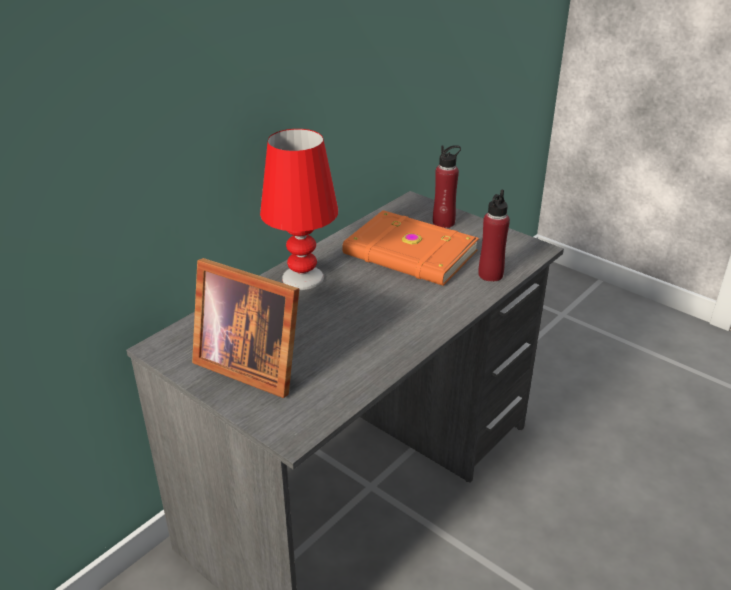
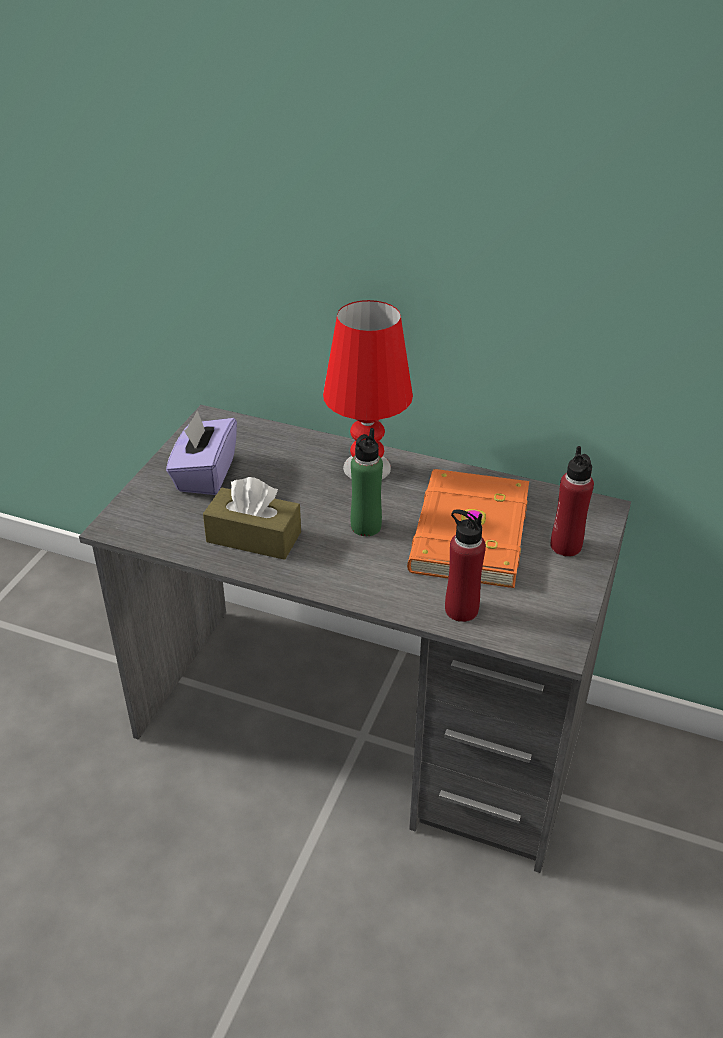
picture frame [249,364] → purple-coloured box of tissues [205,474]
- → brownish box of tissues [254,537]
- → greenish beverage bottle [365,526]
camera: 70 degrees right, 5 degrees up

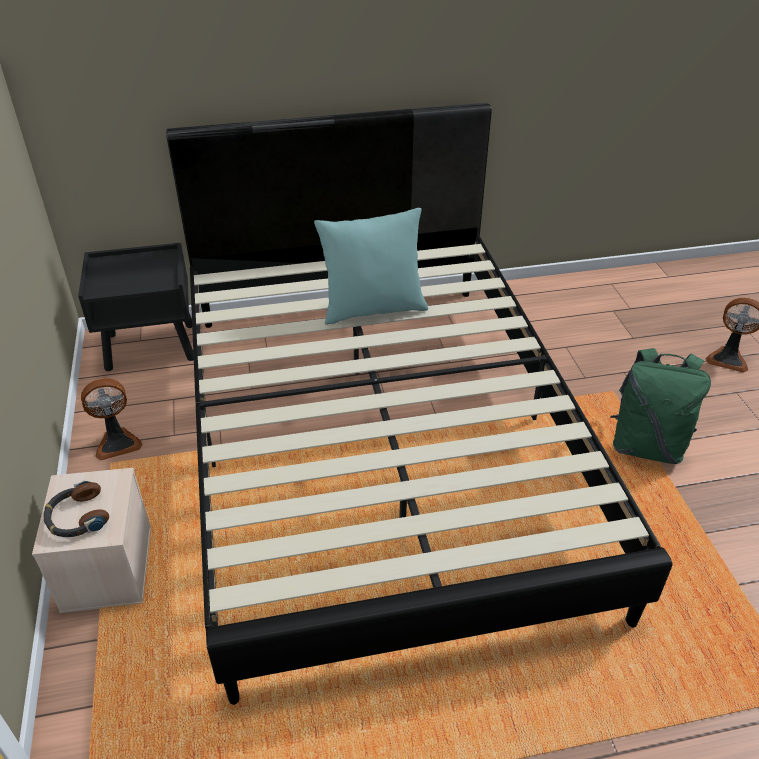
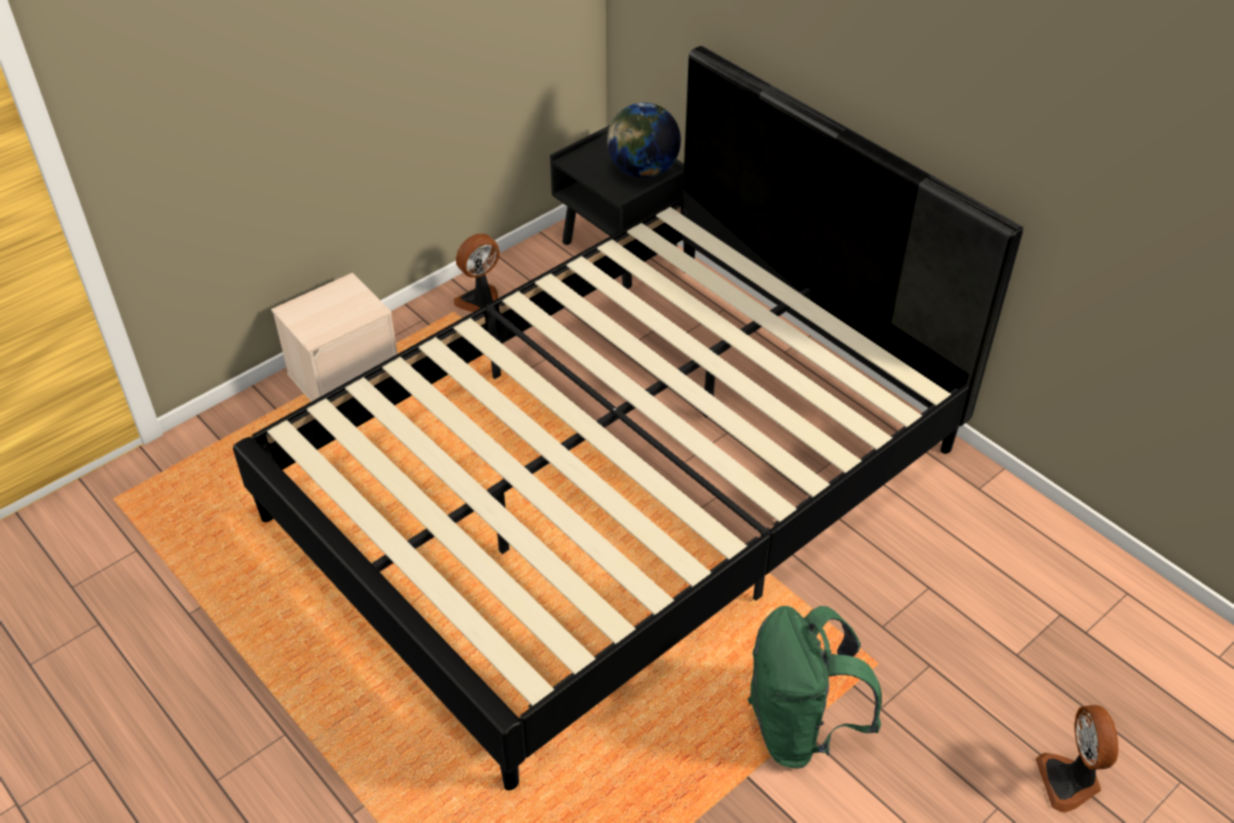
cooling fan [117,442] → cooling fan [481,302], 105 degrees clockwise
- → desk globe [643,171]
headset [77,517] → -
blue-green pillow [373,309] → -
camera: 60 degrees right, 5 degrees up

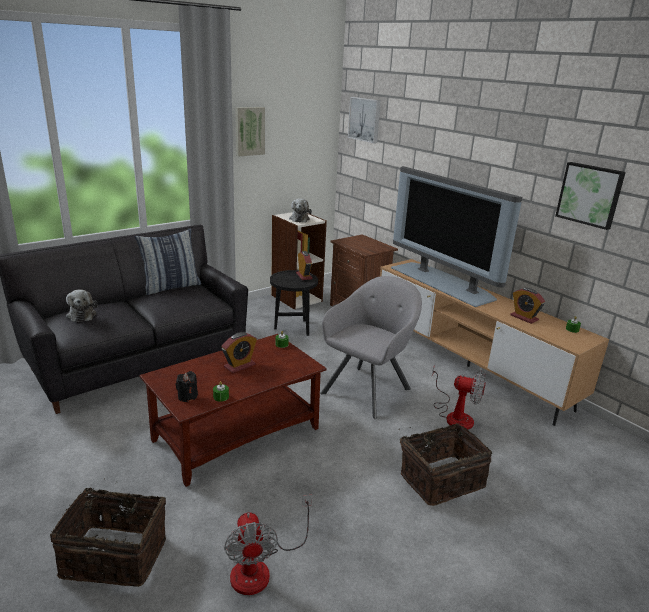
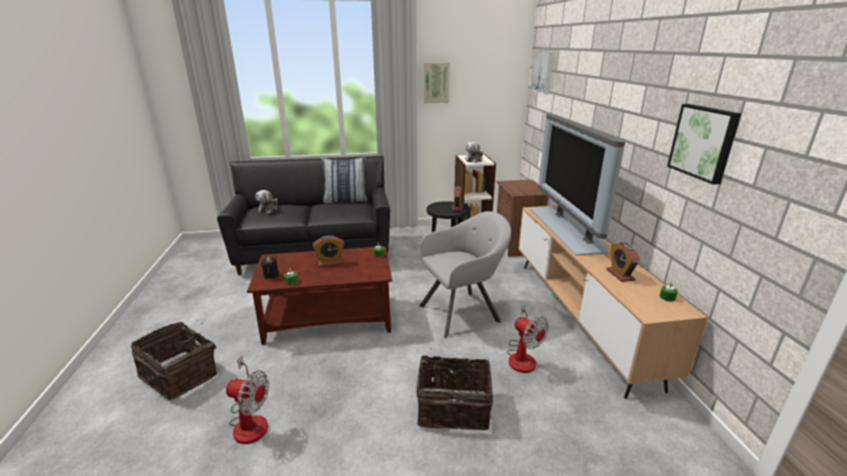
cooling fan [261,567] → cooling fan [250,420], 90 degrees counterclockwise
camera: 30 degrees right, 0 degrees up

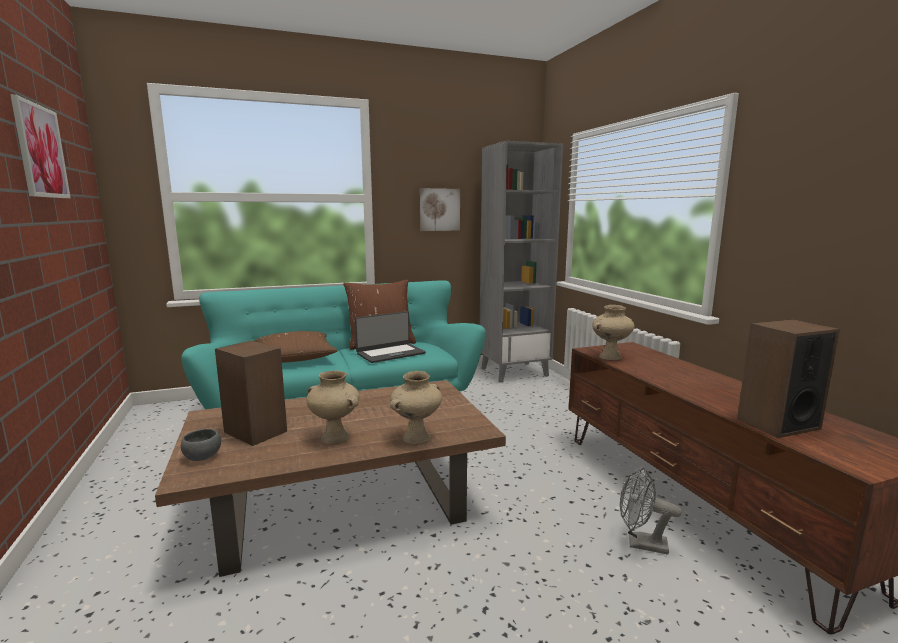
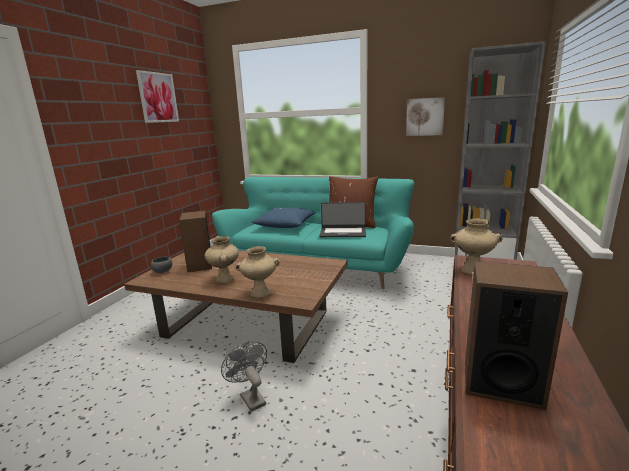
grey cooling fan [641,544] → grey cooling fan [250,397], moved
brownish pillow [295,358] → blue pillow [285,225]
camera: 40 degrees right, 5 degrees up

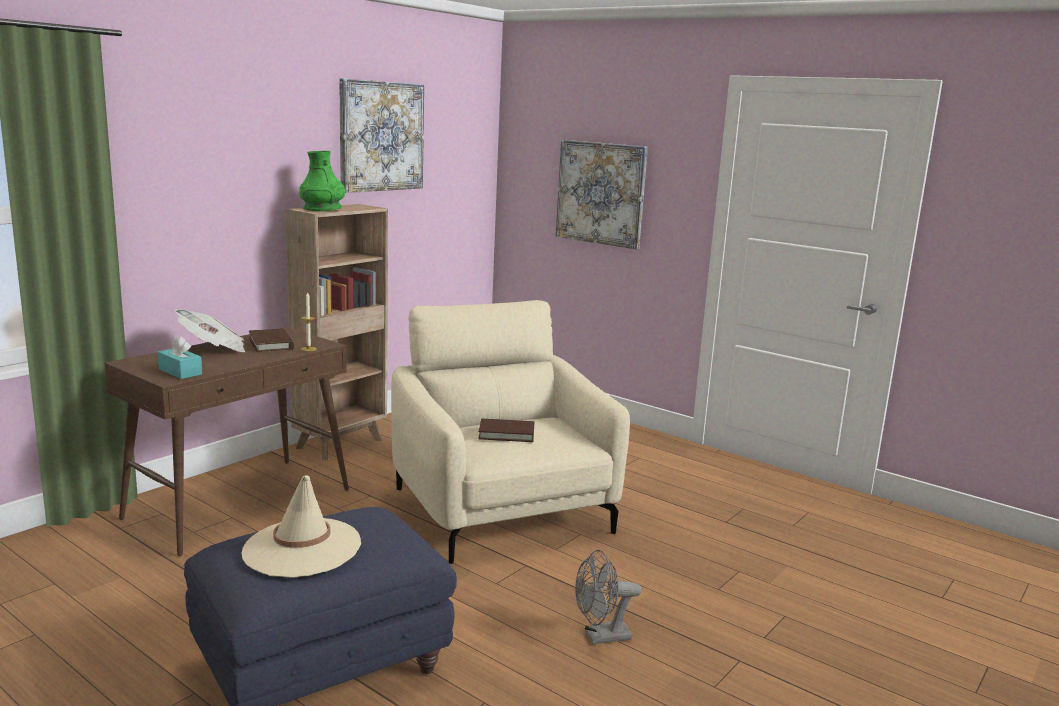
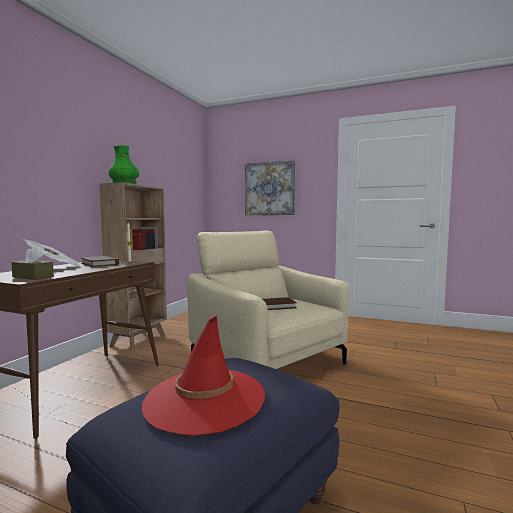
blue-green box of tissues [180,372] → brownish box of tissues [33,277]
sand-coloured wearable hat [302,548] → red-coloured wearable hat [204,399]
picture [381,136] → -
grey cooling fan [601,637] → -
camera: 15 degrees left, 10 degrees down

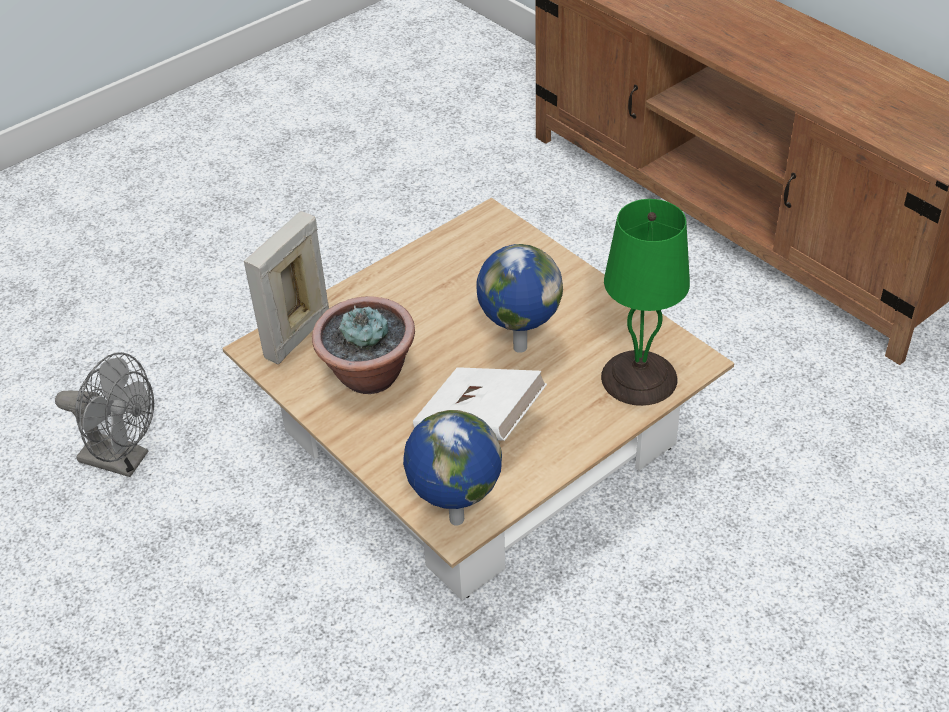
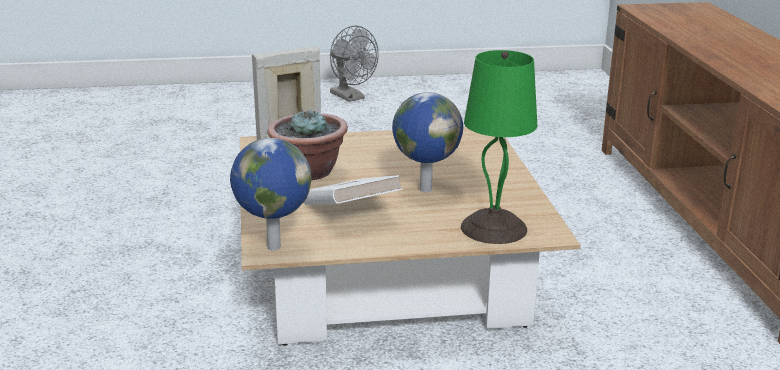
grey cooling fan [124,460] → grey cooling fan [351,97], moved
camera: 30 degrees right, 20 degrees down

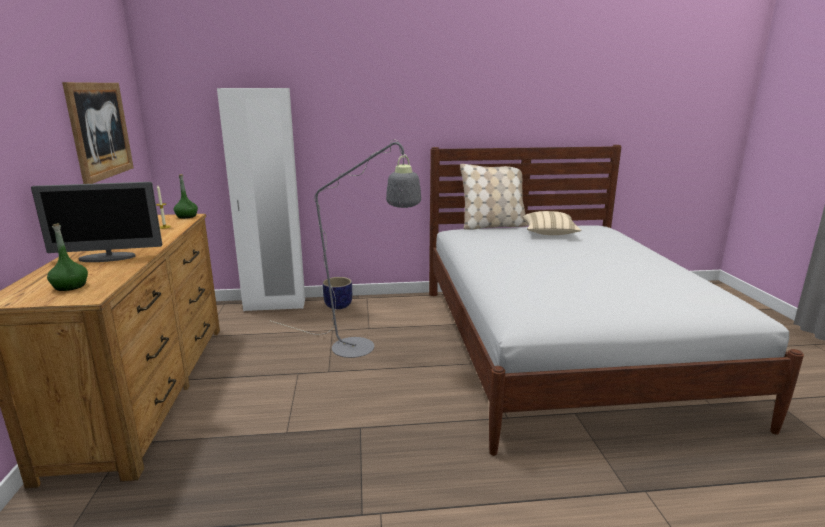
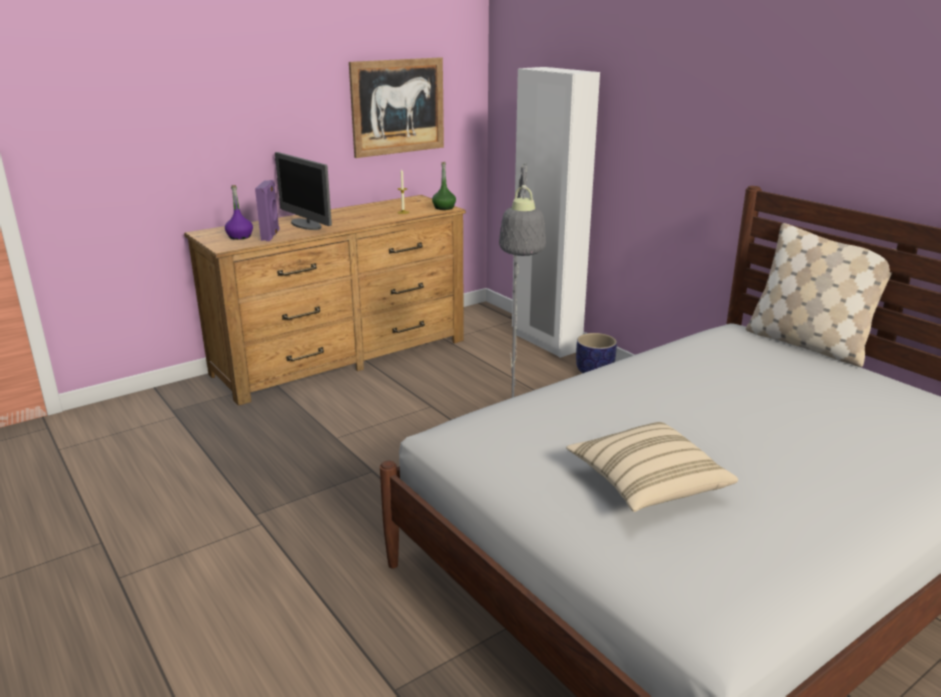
greenish beverage bottle [70,286] → purple-coloured beverage bottle [240,237]
- → purple-coloured audio speaker [271,235]
sand-coloured pillow [549,233] → sand-coloured pillow [646,485], moved
camera: 60 degrees right, 5 degrees up

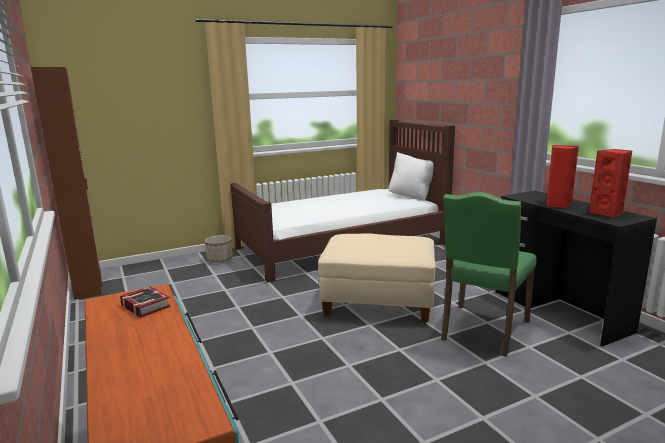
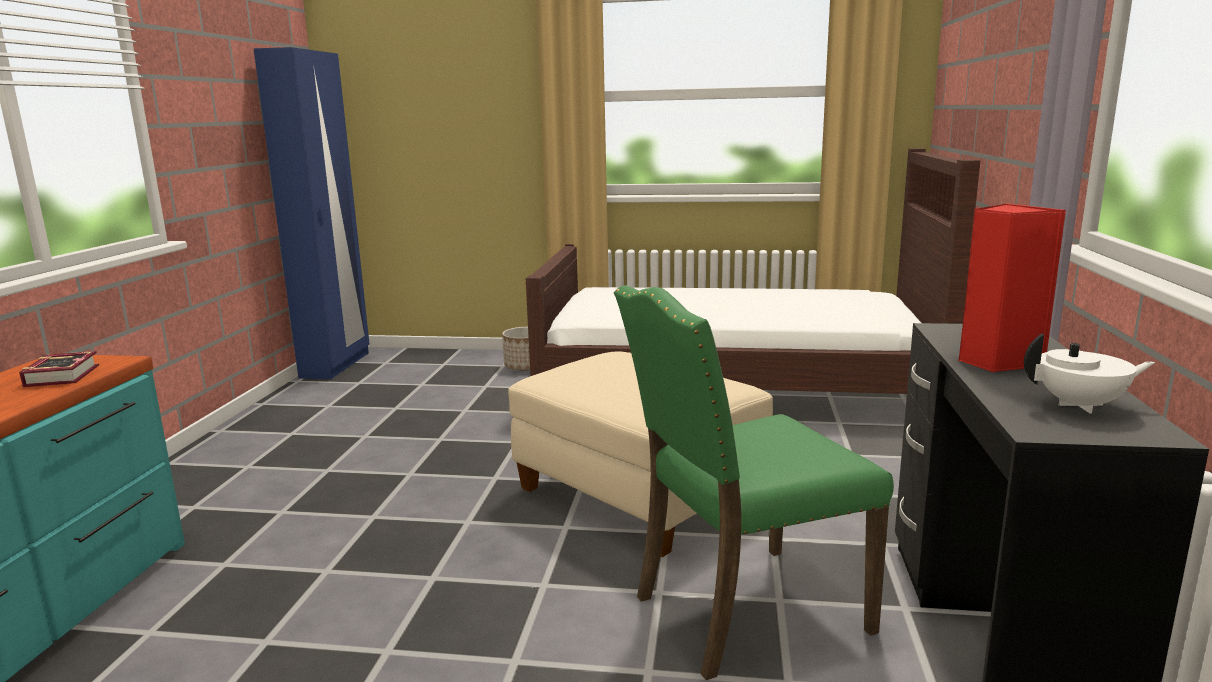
brownish clothes cupboard [88,286] → blue clothes cupboard [336,365]
red-coloured audio speaker [608,213] → white teapot [1081,405]
white pillow [411,197] → -
camera: 35 degrees right, 0 degrees up

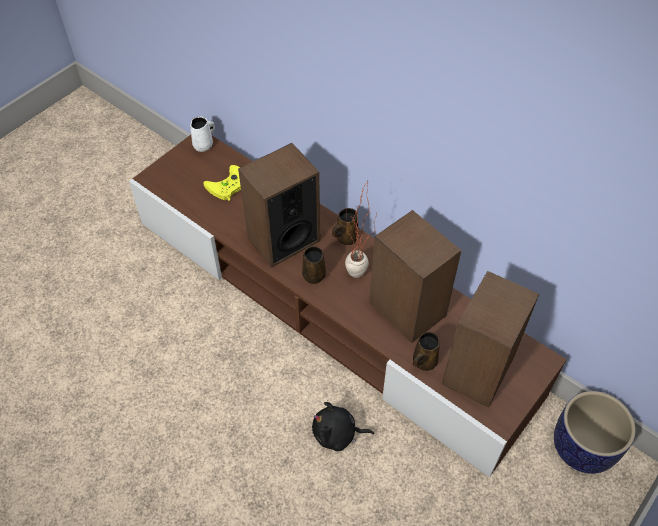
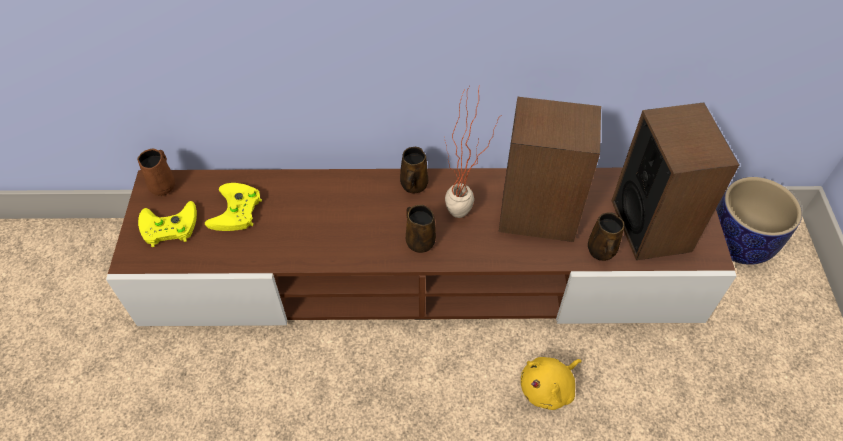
white tea mug [204,145] → brownish tea mug [163,185]
- → yellowish joypad [167,228]
black-coloured cuddly toy [337,434] → yellowish cuddly toy [548,388]
audio speaker [283,239] → -
camera: 40 degrees left, 0 degrees up

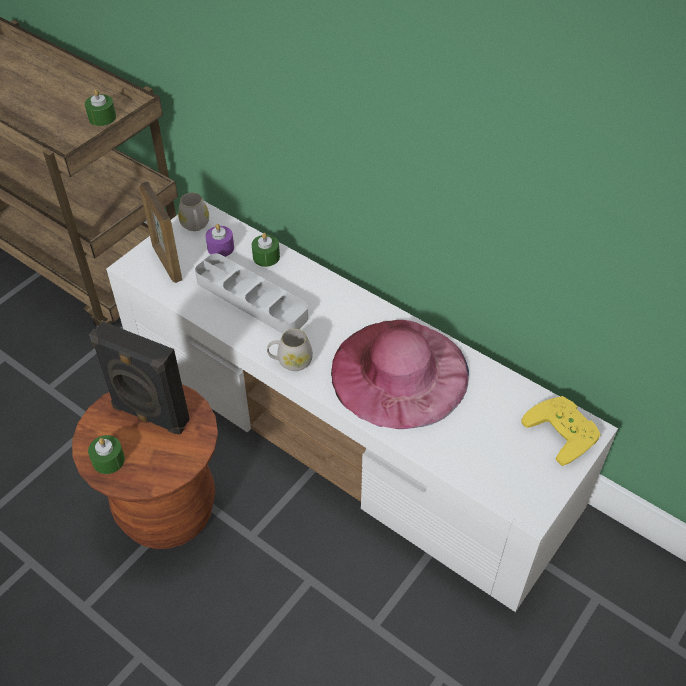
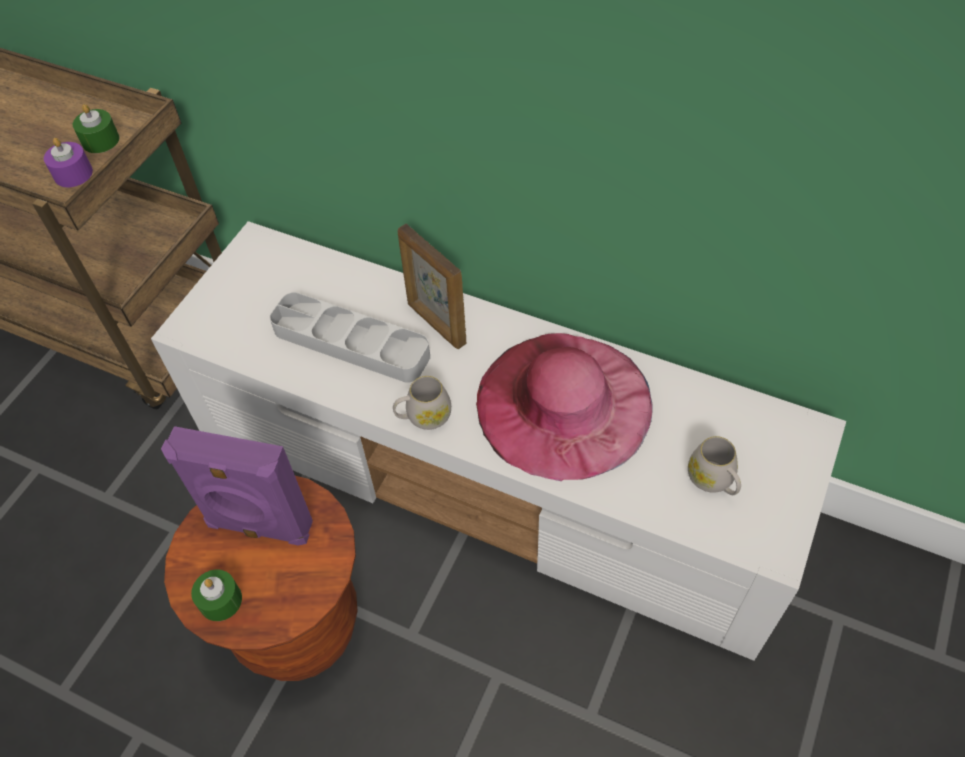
purple-coloured candle [220,248] → purple-coloured candle [73,174], moved
black-coloured audio speaker [149,415] → purple-coloured audio speaker [258,526]
picture frame [167,263] → picture frame [436,324], moved
white tea mug [196,226] → white tea mug [713,481], moved
greenish candle [266,257] → -
yellowish joypad [565,431] → -
camera: 10 degrees left, 5 degrees up

